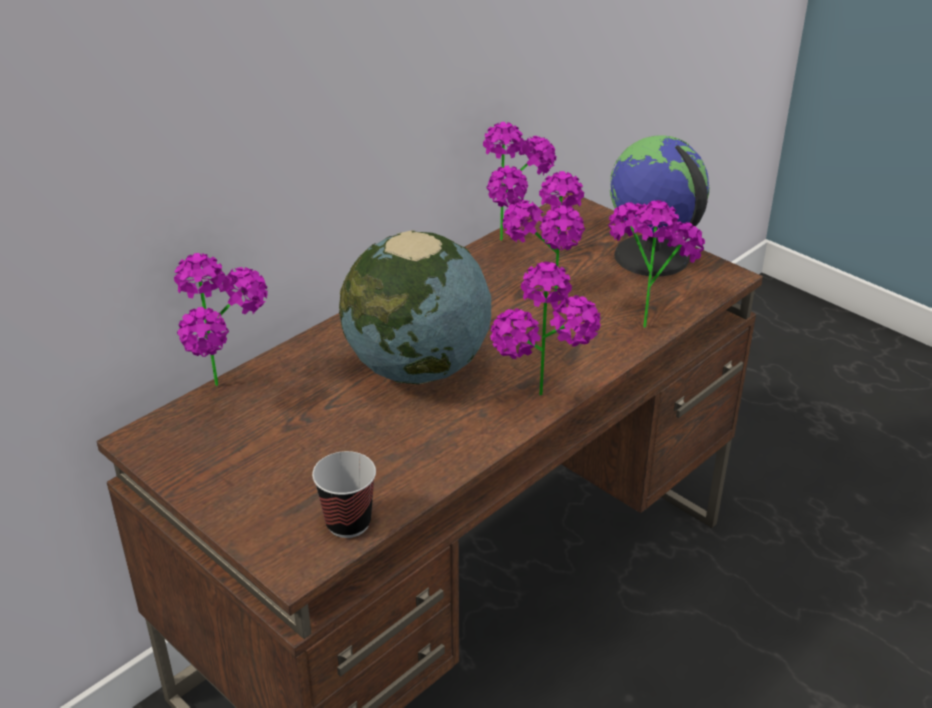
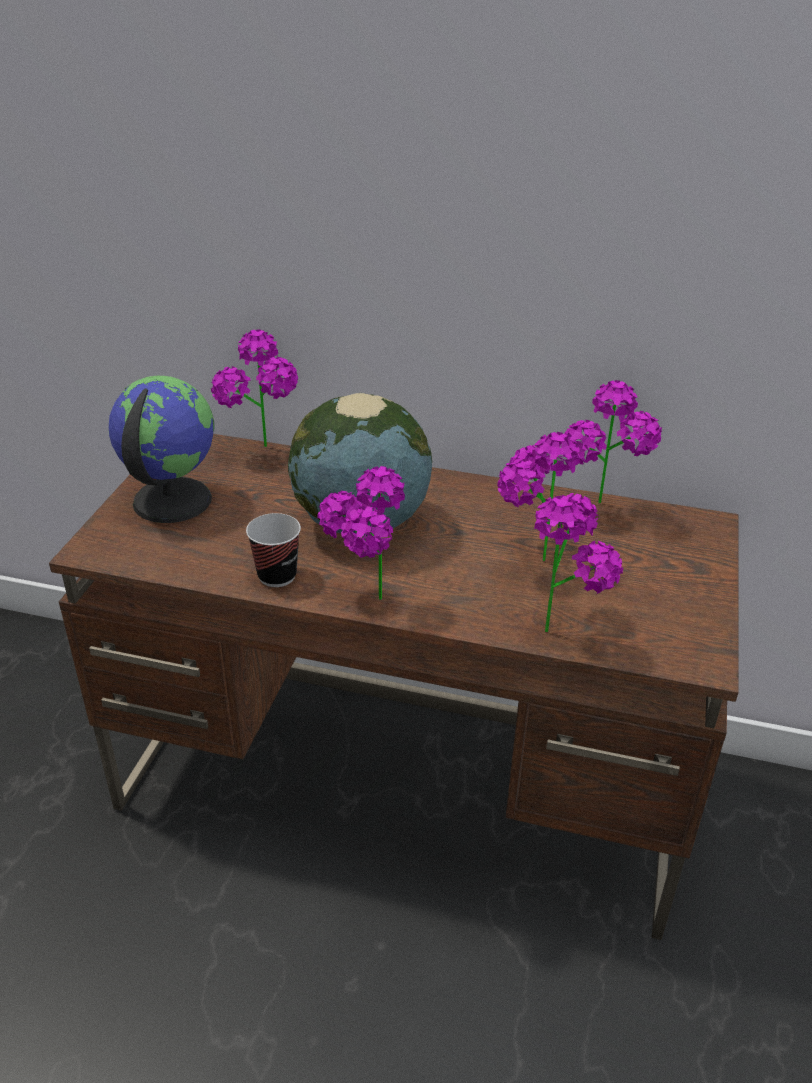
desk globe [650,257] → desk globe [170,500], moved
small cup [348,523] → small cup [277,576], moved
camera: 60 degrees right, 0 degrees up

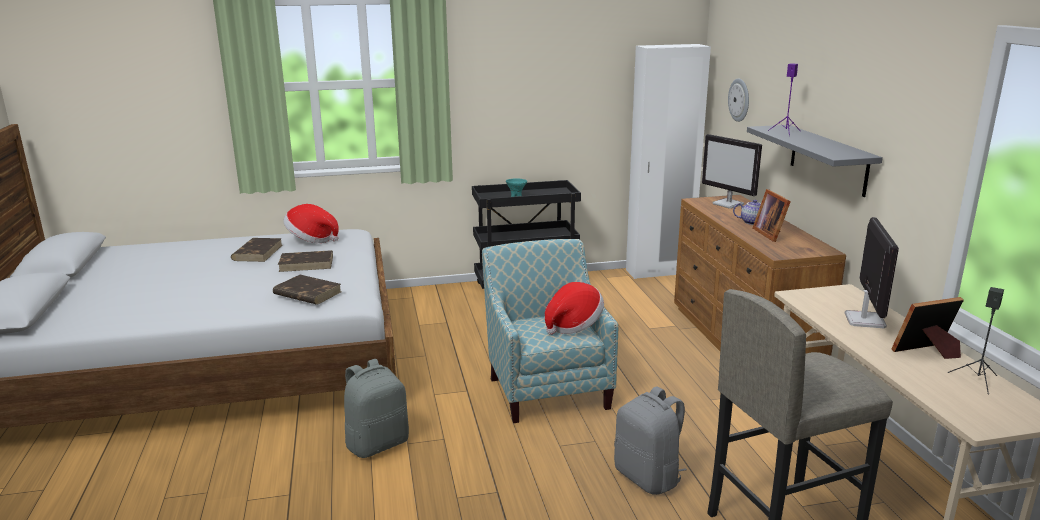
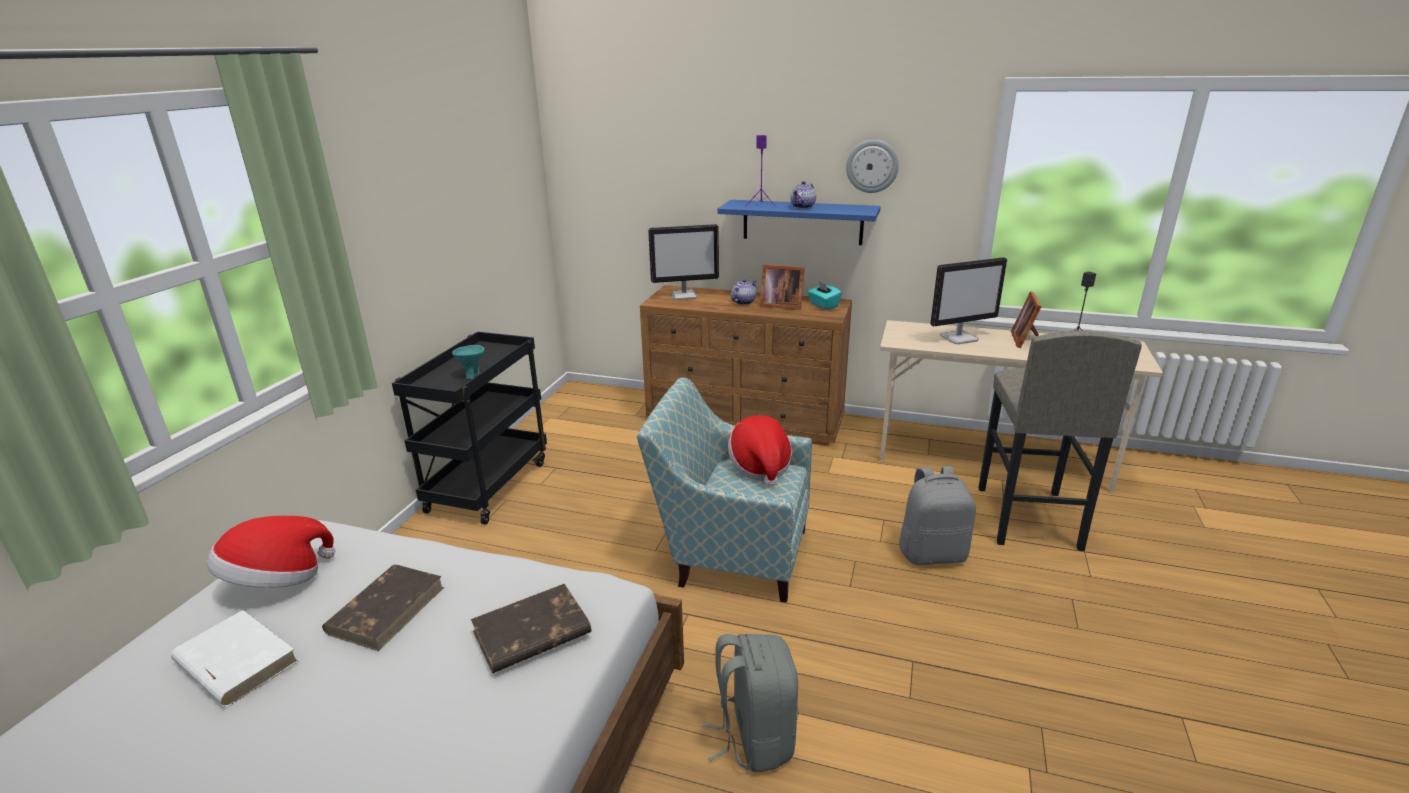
brownish bound book [257,252] → white bound book [235,662]
grey shelf [828,159] → blue shelf [802,222]
- → teapot [803,207]
- → blue-green box of tissues [823,305]
wall clock [739,100] → wall clock [872,166], moved
computer screen [864,320] → computer screen [959,338], 120 degrees clockwise
white clothes cupboard [659,272] → -
camera: 60 degrees left, 5 degrees up

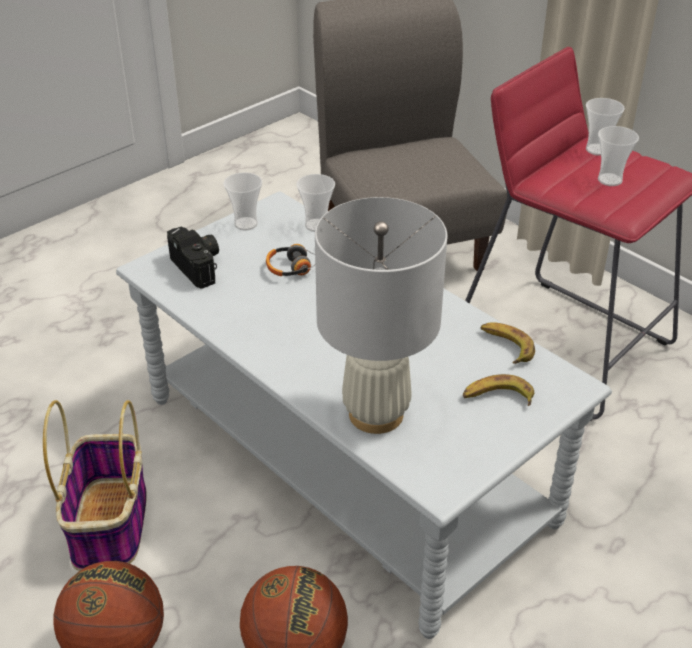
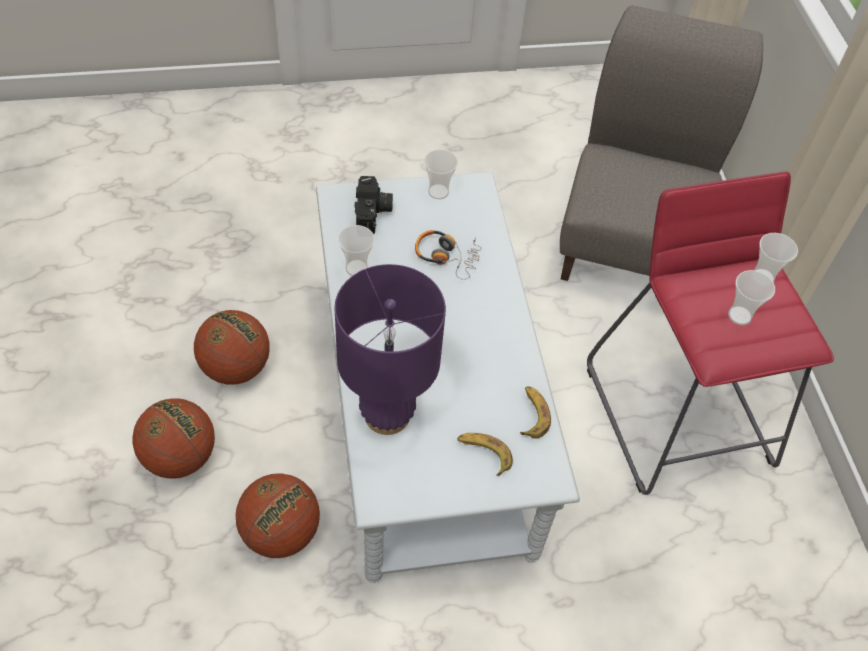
household basket [110,526] → basketball [236,367]
white lamp for a table [376,414] → purple-coloured lamp for a table [387,415]
small cup [316,225] → small cup [356,268], moved
camera: 30 degrees right, 15 degrees up

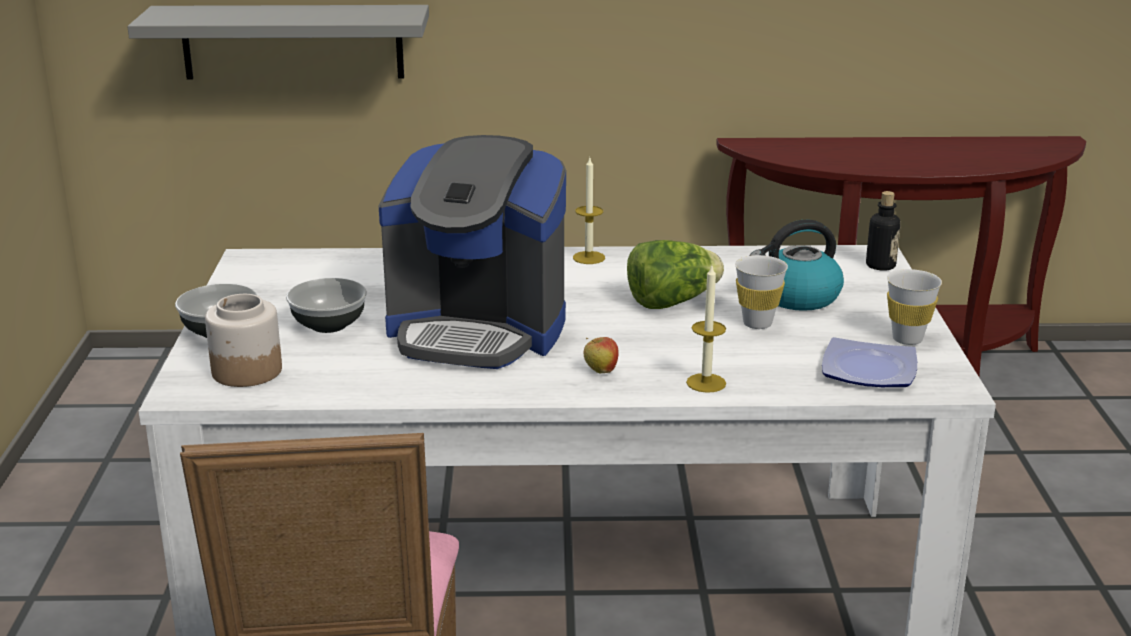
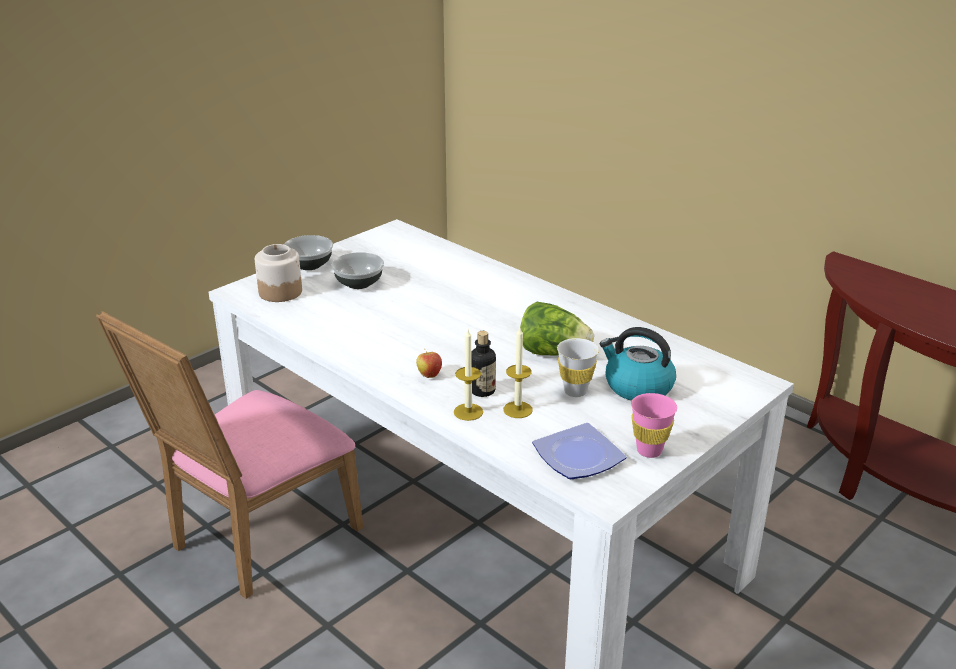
beverage bottle [880,265] → beverage bottle [482,391], moved
candle [589,257] → candle [517,409], moved
white small cup [907,339] → pink-coloured small cup [649,451]
grey shelf [292,42] → -
coffee brewer [477,331] → -
camera: 45 degrees right, 5 degrees up

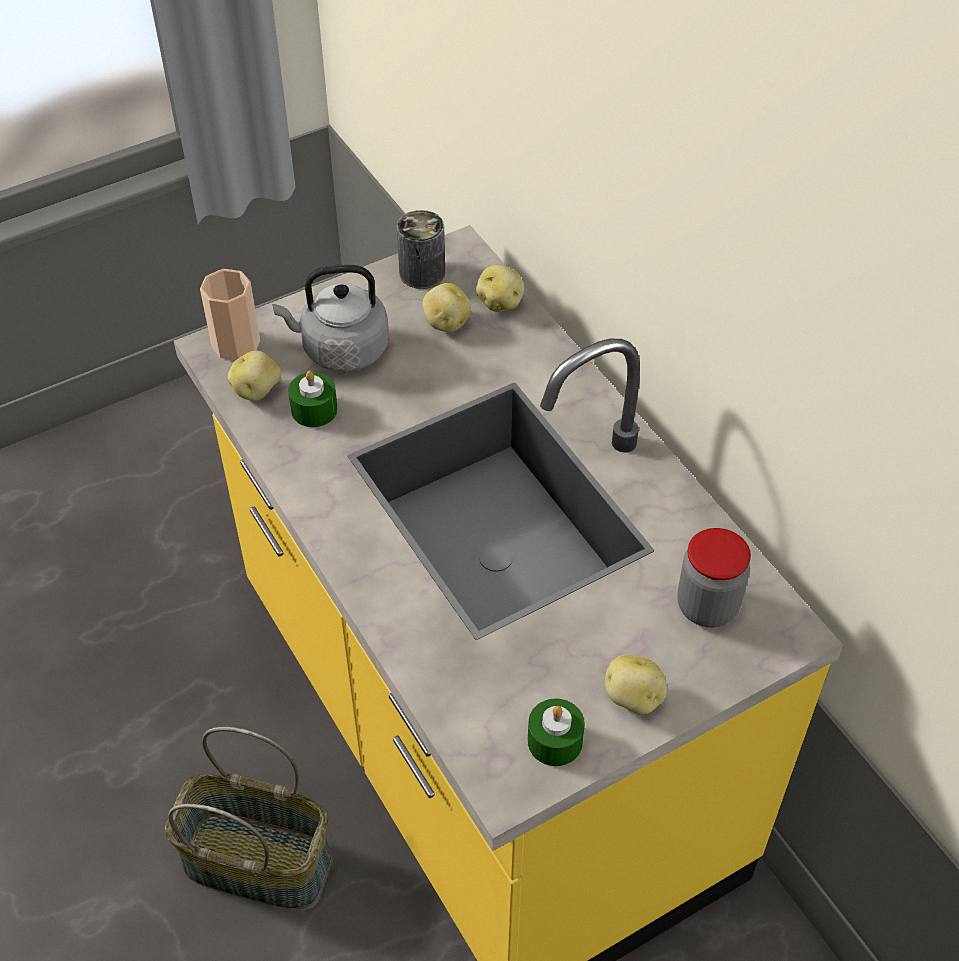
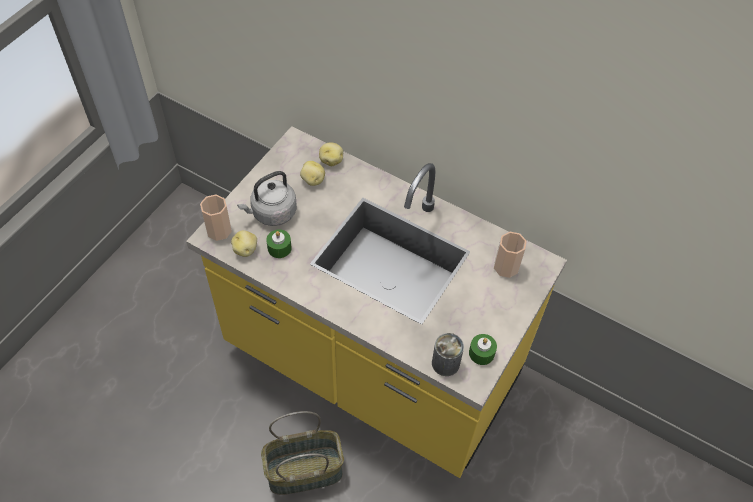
metal can [422,272] → metal can [445,363], moved
jar [707,606] → small cup [506,267]
potato [633,698] → -
camera: 30 degrees left, 5 degrees up

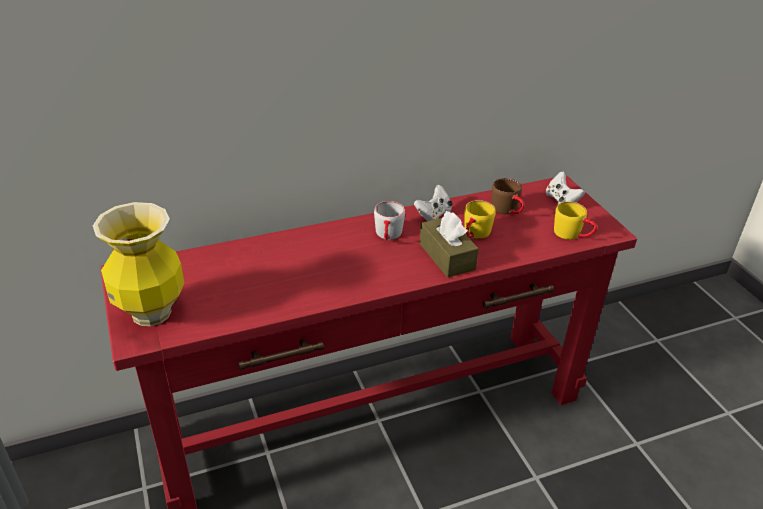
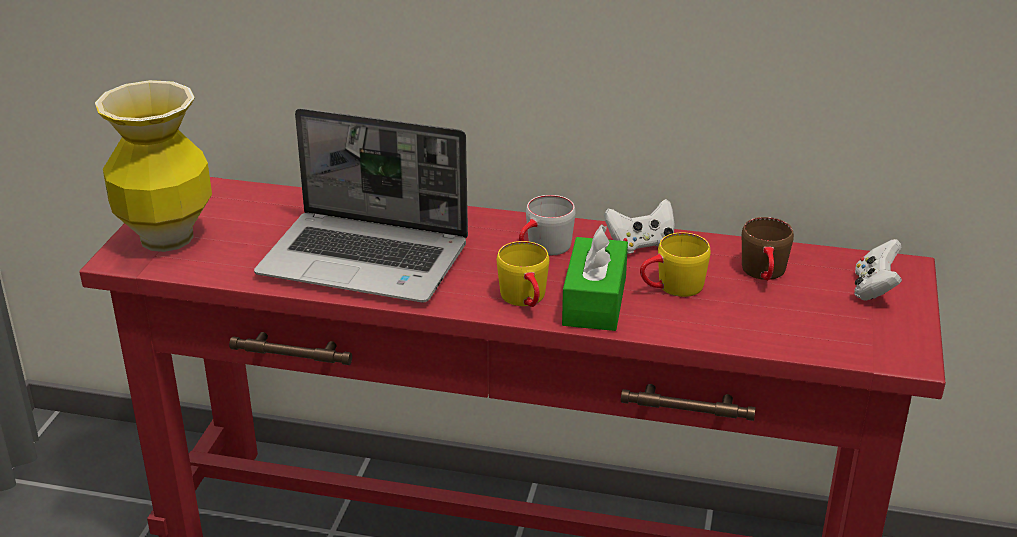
- → notebook computer [367,260]
yellowish tea mug [573,234] → yellowish tea mug [526,300], moved
brownish box of tissues [447,256] → greenish box of tissues [594,301]
camera: 35 degrees right, 5 degrees down

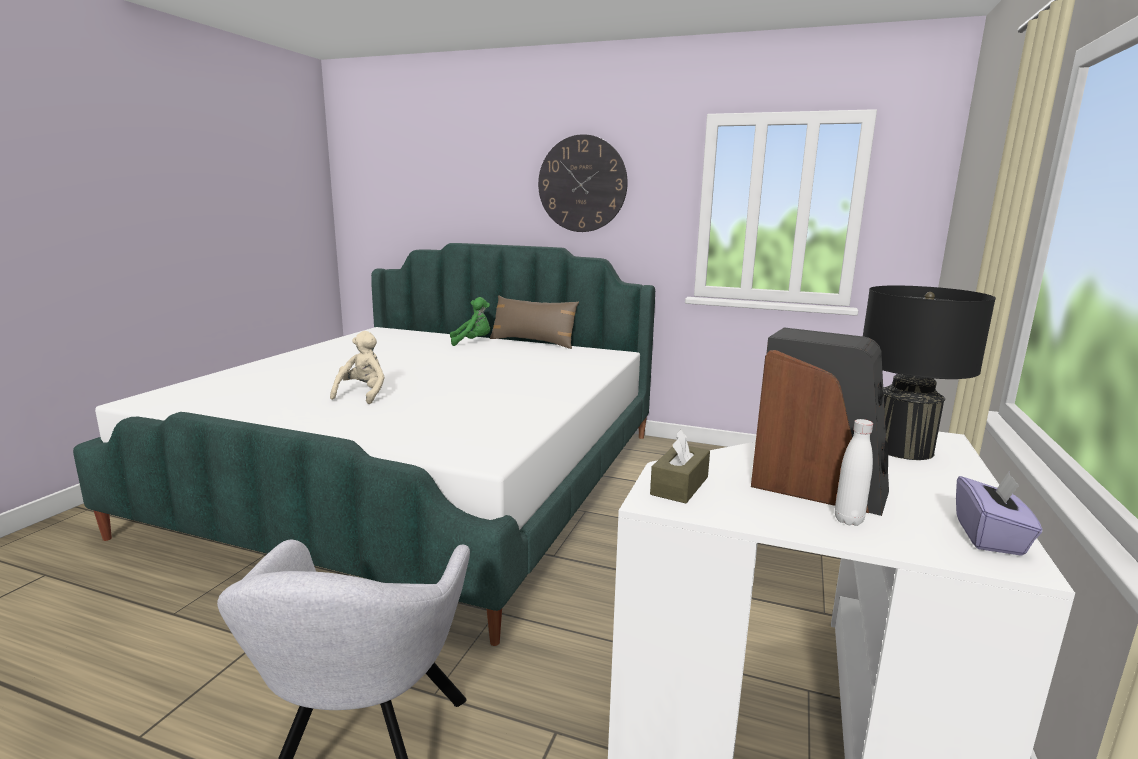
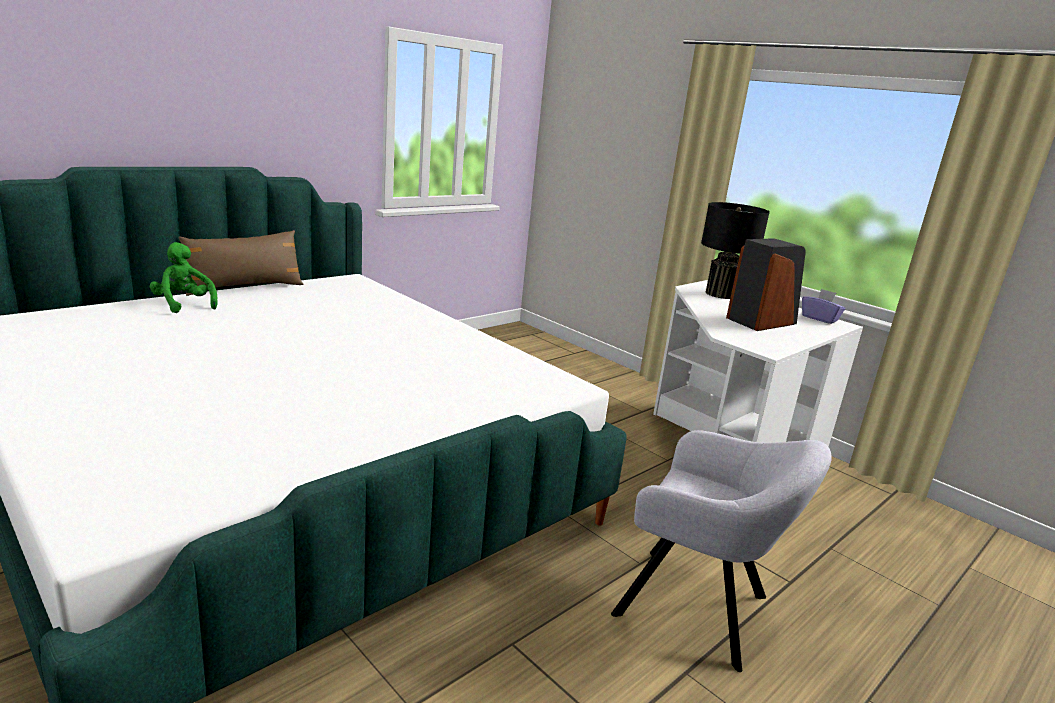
greenish cuddly toy [472,342] → greenish cuddly toy [184,305], 60 degrees counterclockwise
sand-coloured cuddly toy [363,394] → -
wall clock [582,184] → -
brownish box of tissues [679,486] → -
white beverage bottle [848,520] → -
camera: 65 degrees left, 5 degrees up

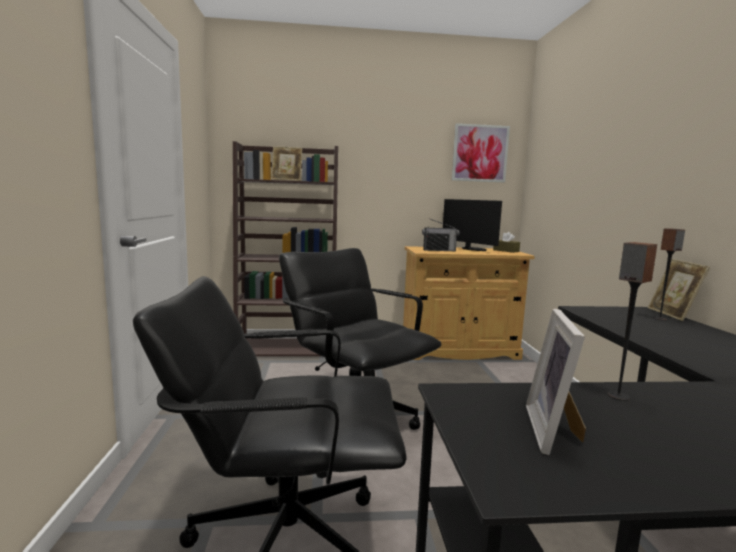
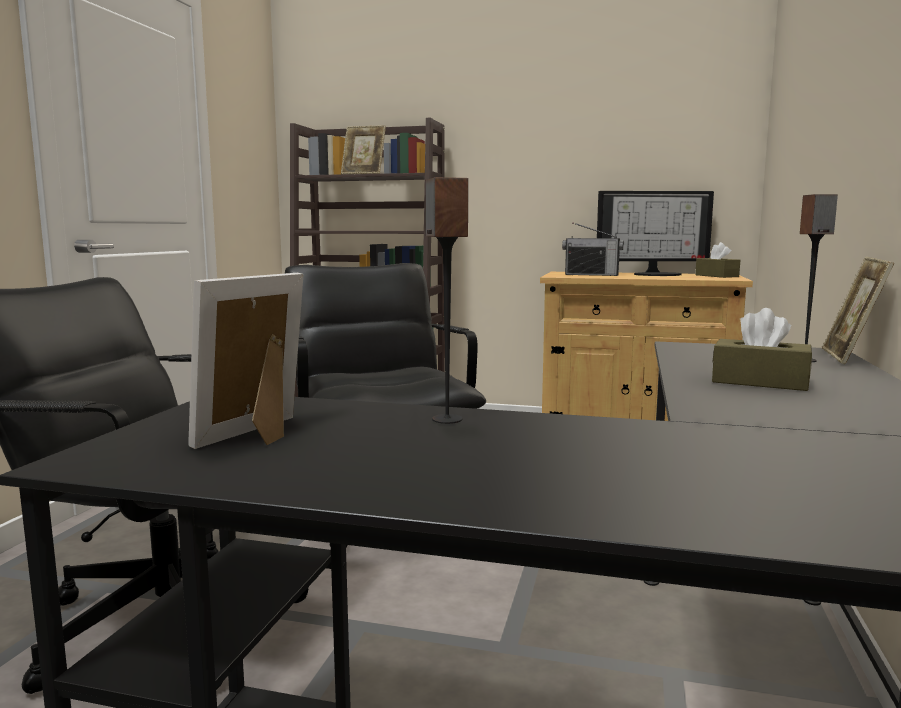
computer screen [471,249] → computer screen [657,274], 105 degrees clockwise
- → brownish box of tissues [759,382]
picture [480,153] → -
camera: 20 degrees right, 0 degrees up

